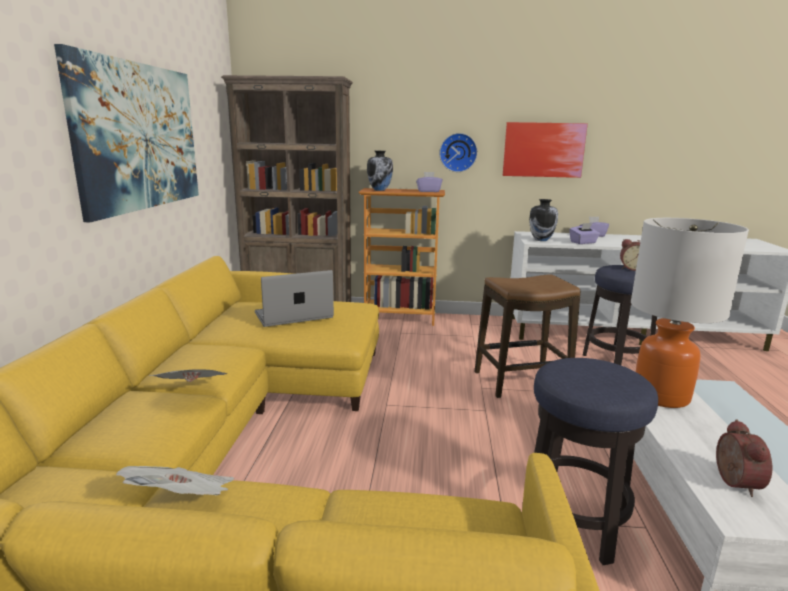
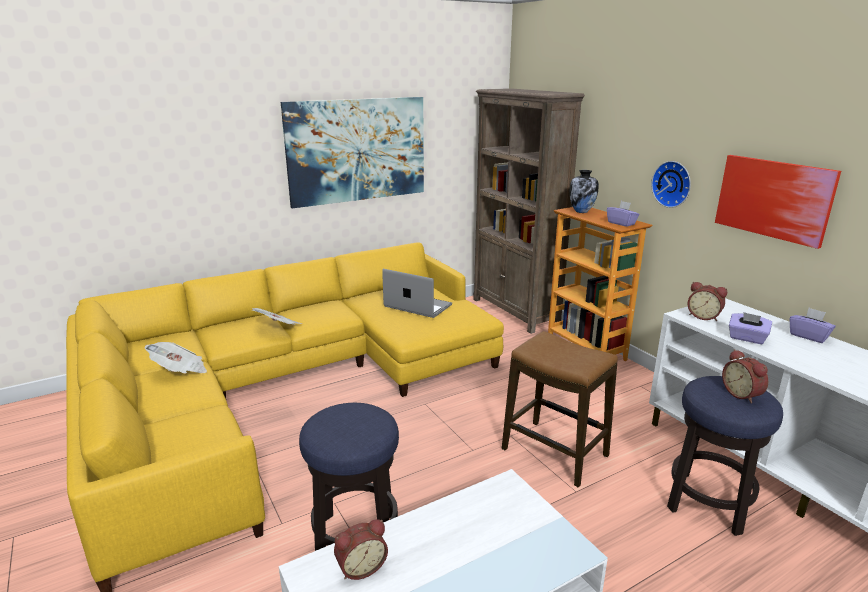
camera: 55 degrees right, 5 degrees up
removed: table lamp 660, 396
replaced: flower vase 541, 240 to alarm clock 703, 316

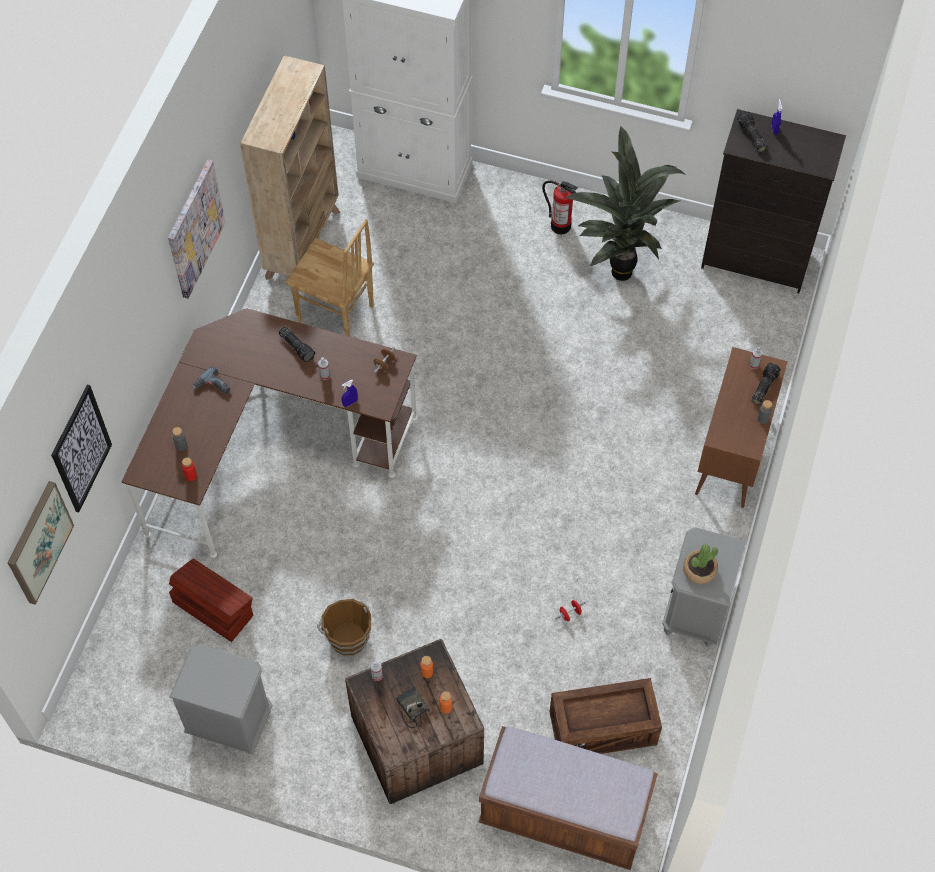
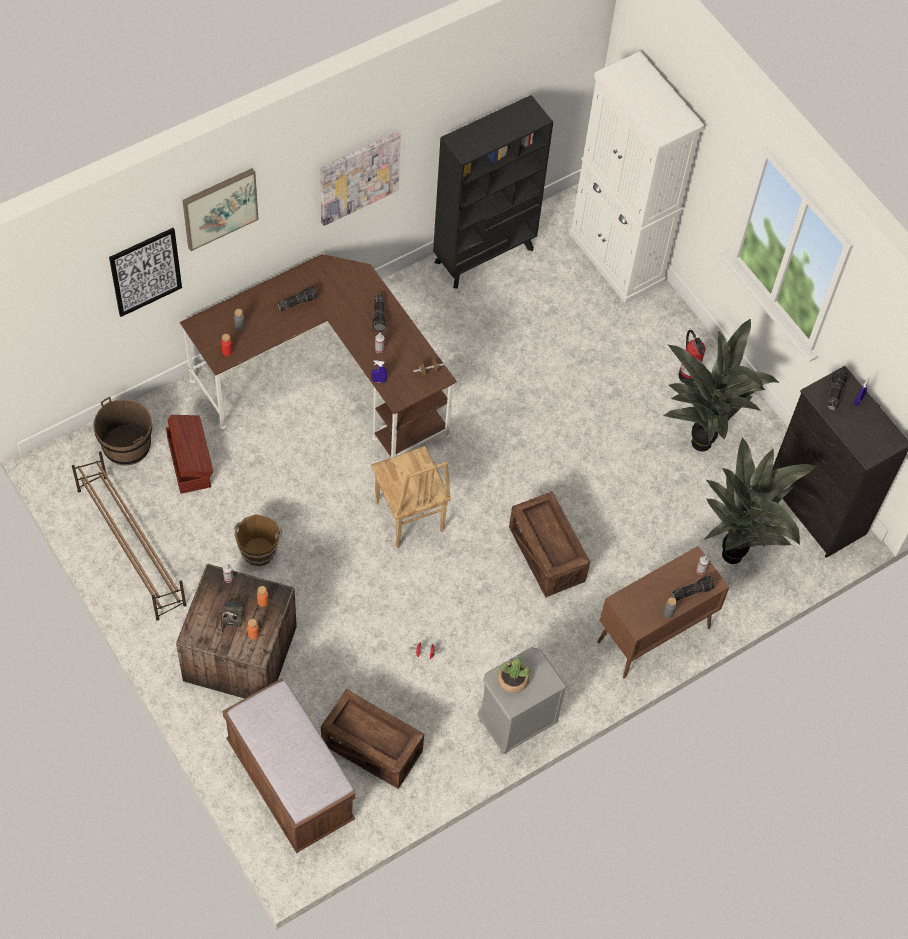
camera: 35 degrees right, 0 degrees up
added: bucket (brown-coloured) 126, 445; potted plant 736, 553; shipping crate 546, 554
moved: upright chair (brown-coloured) 335, 315 to 408, 517; picture 38, 542 to 219, 208
replaced: electric drill 212, 387 to hand torch 297, 302; night table (greyish) 230, 723 to shoe shelf (brown-coloured) 131, 546
recoloured: bookshelf (sand-coloured) 303, 243 to bookshelf (black) 485, 255

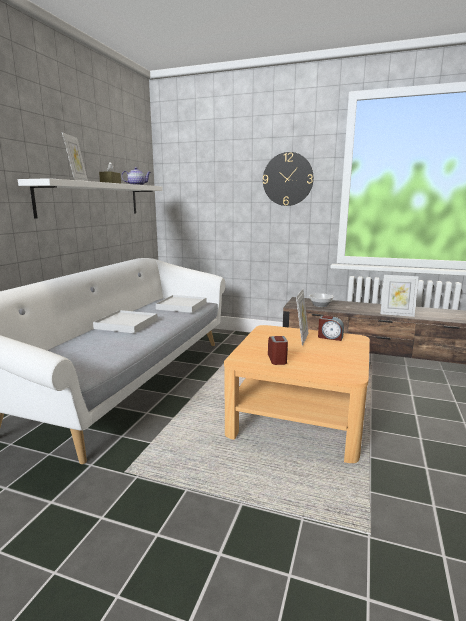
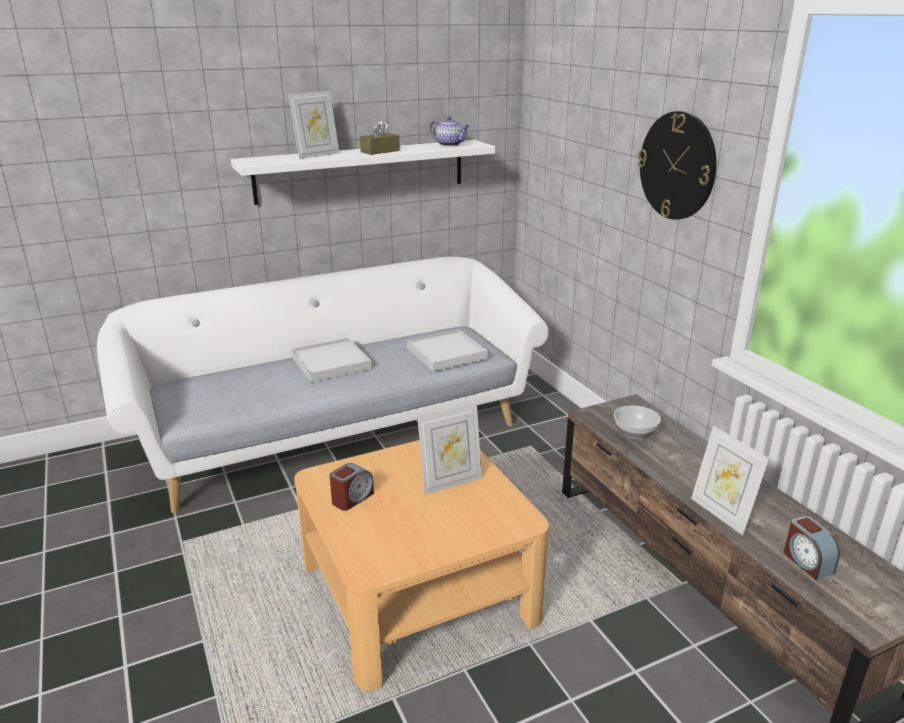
camera: 45 degrees right, 10 degrees up
moved: alarm clock 330, 337 to 807, 562

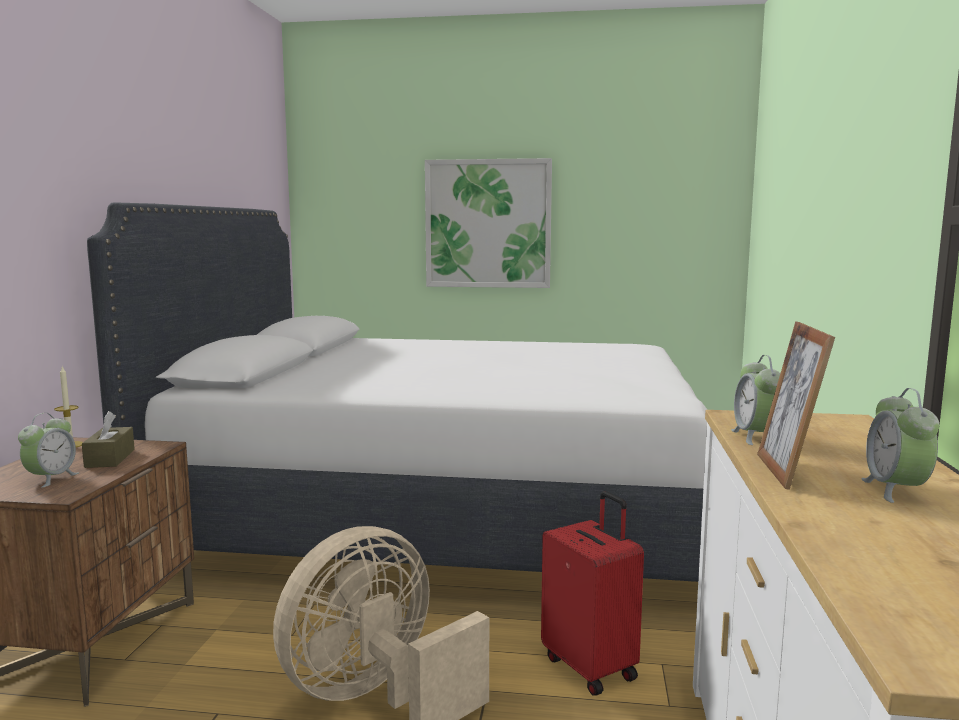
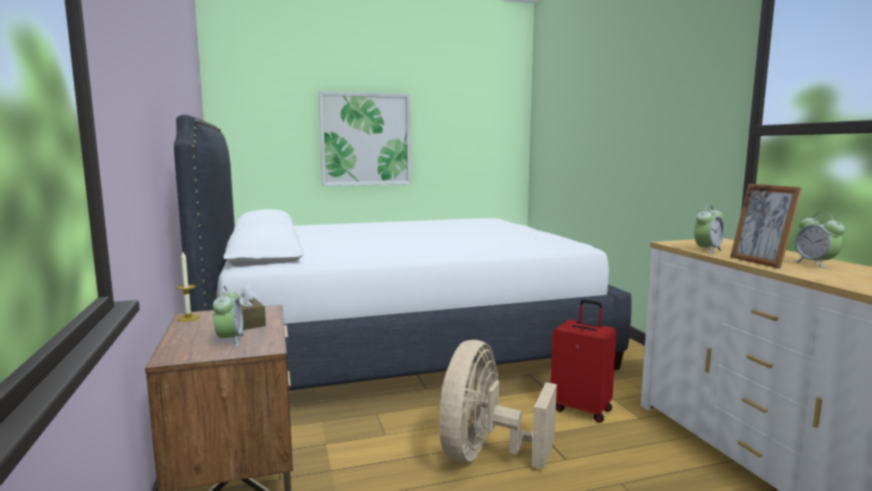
camera: 25 degrees left, 0 degrees up
turned: alarm clock 756, 437 = 707, 250 105 degrees counterclockwise

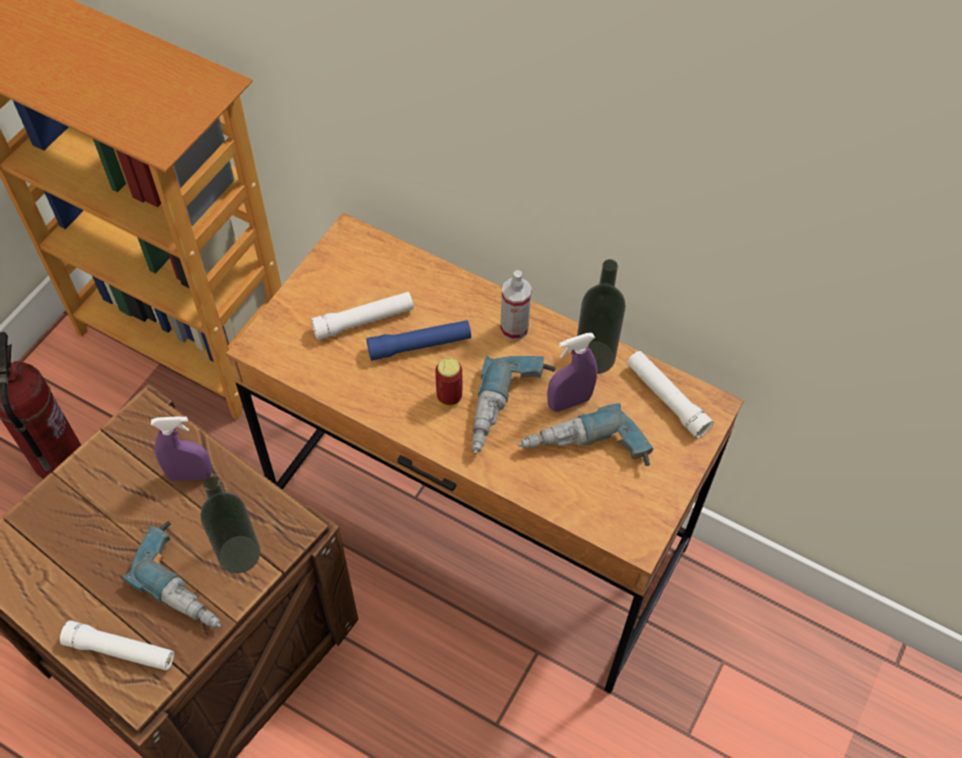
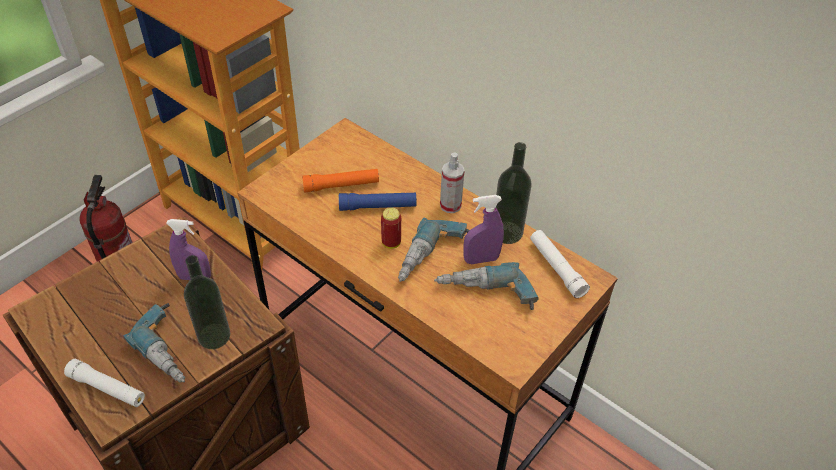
camera: 10 degrees right, 10 degrees down
recoloured: hand torch (white-coloured) 364, 321 to hand torch (orange-coloured) 341, 185

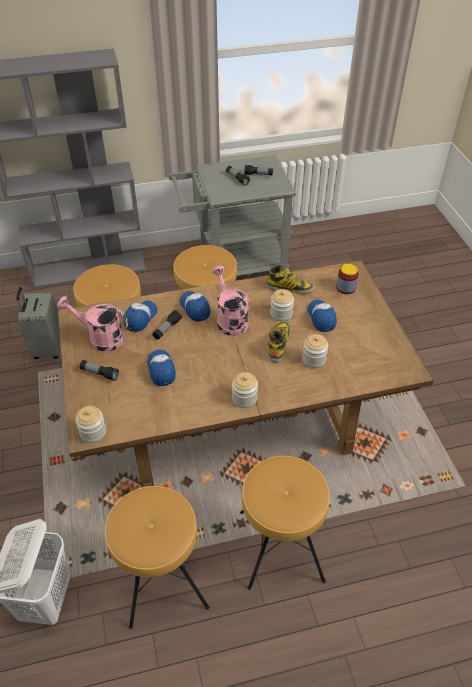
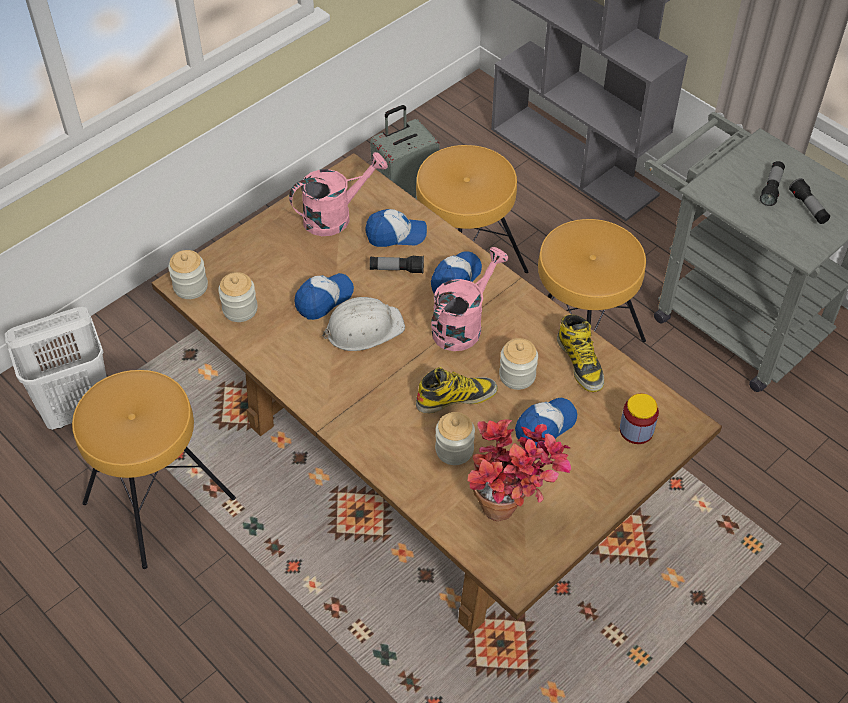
camera: 60 degrees right, 5 degrees up
removed: hand torch 99, 373; sitting stool (brown-coloured) 280, 546
added: work helmet (white-coloured) 363, 328; potted plant 511, 511
moved: jar 244, 398 to 240, 309
turned: watering pot (pink) 100, 338 = 335, 216 75 degrees clockwise

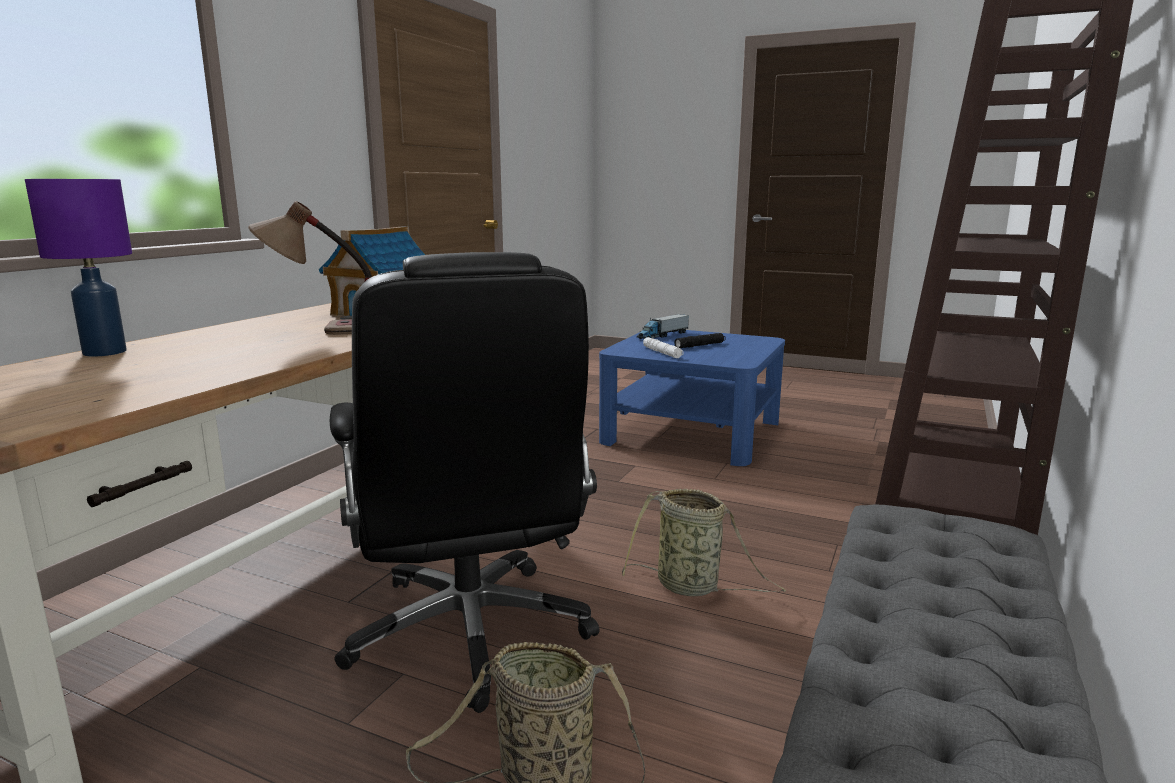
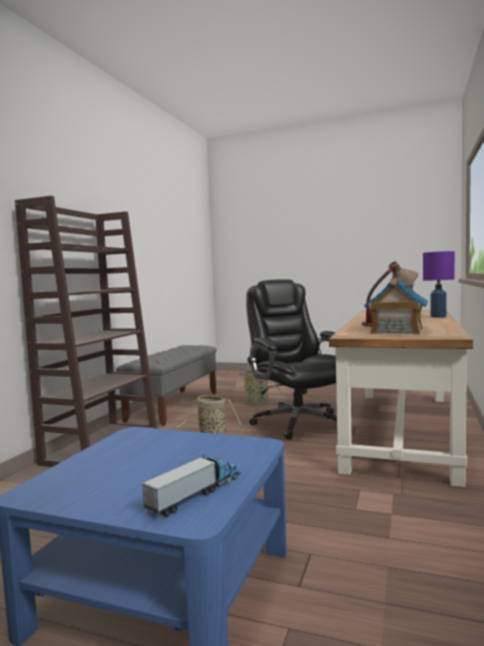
camera: 175 degrees right, 10 degrees down
removed: hand torch (black) 700, 345; hand torch (white-coloured) 662, 353

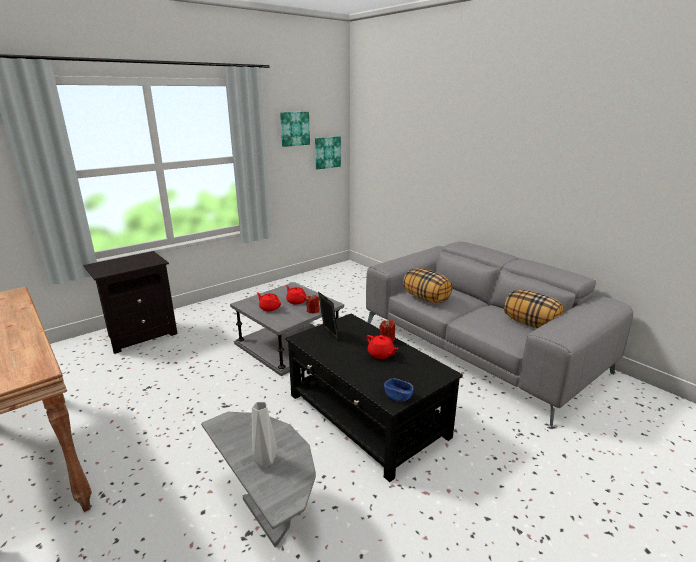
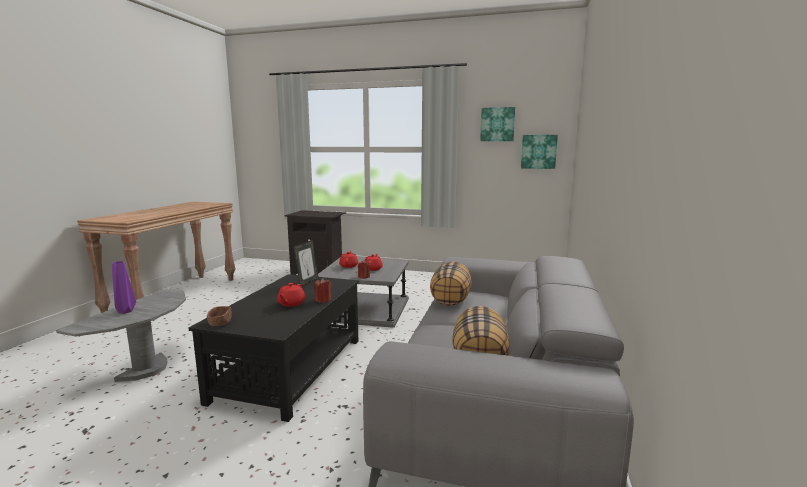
camera: 55 degrees right, 10 degrees down
recoloured: deep dish (bluish) 398, 396 to deep dish (brown-coloured) 220, 323; flower vase (greyish) 265, 460 to flower vase (purple) 126, 311

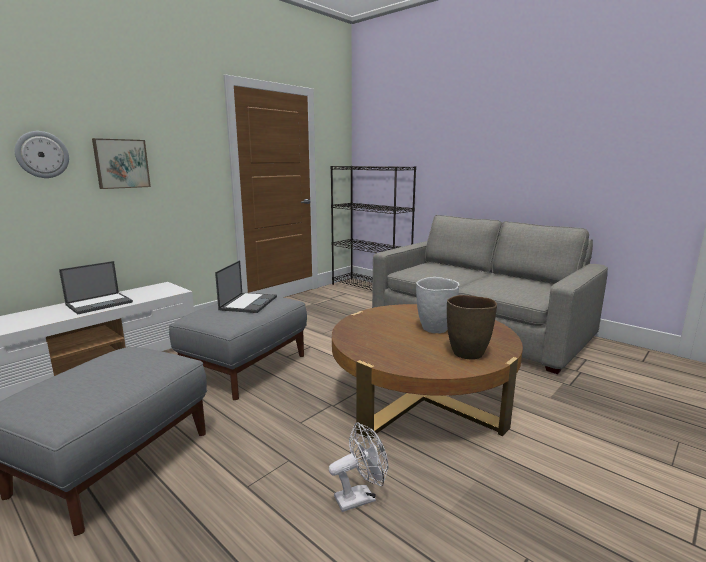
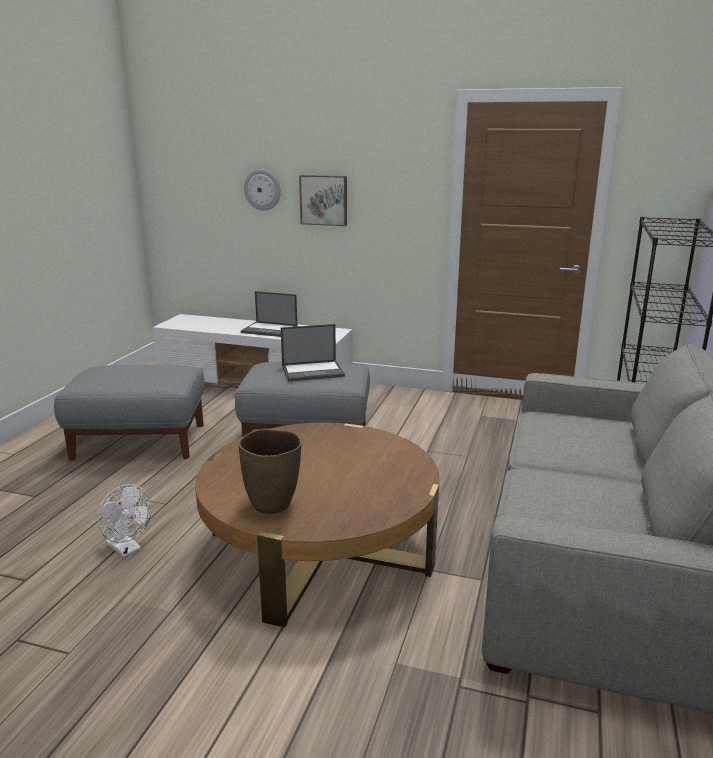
camera: 65 degrees right, 5 degrees up
removed: flower vase (white-coloured) 435, 329

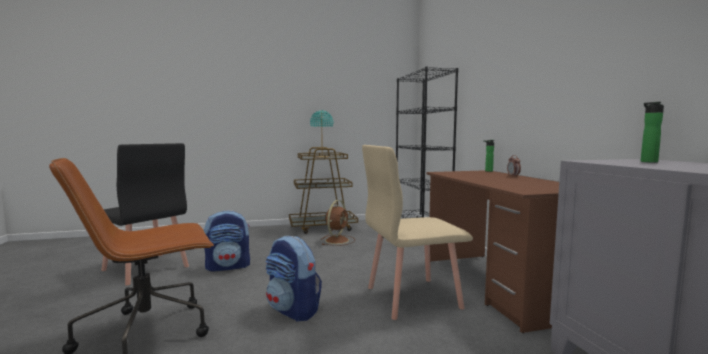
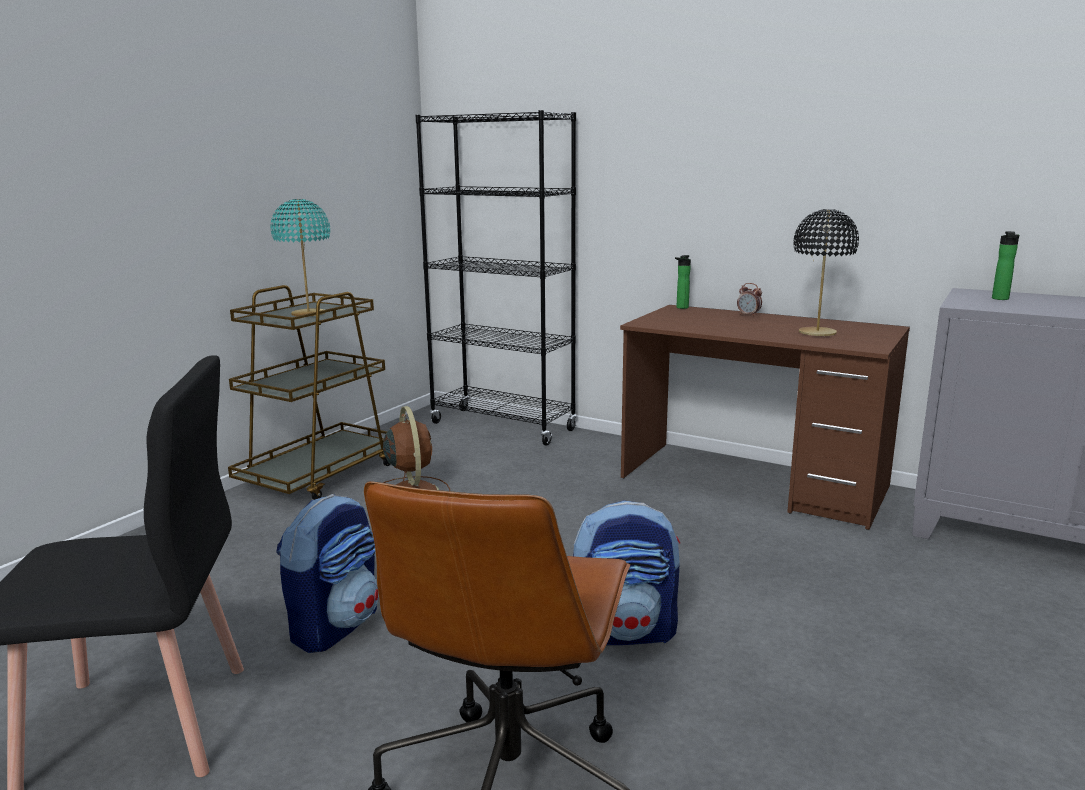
camera: 45 degrees left, 10 degrees up
removed: upright chair (sand-coloured) 411, 297
added: table lamp (black) 817, 333

